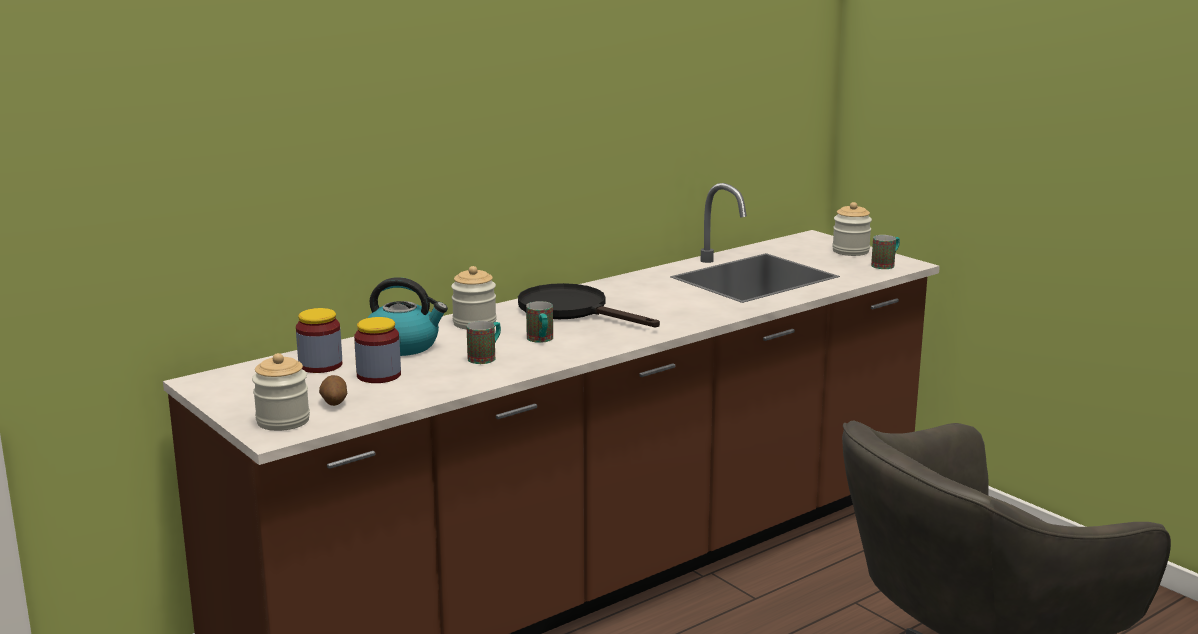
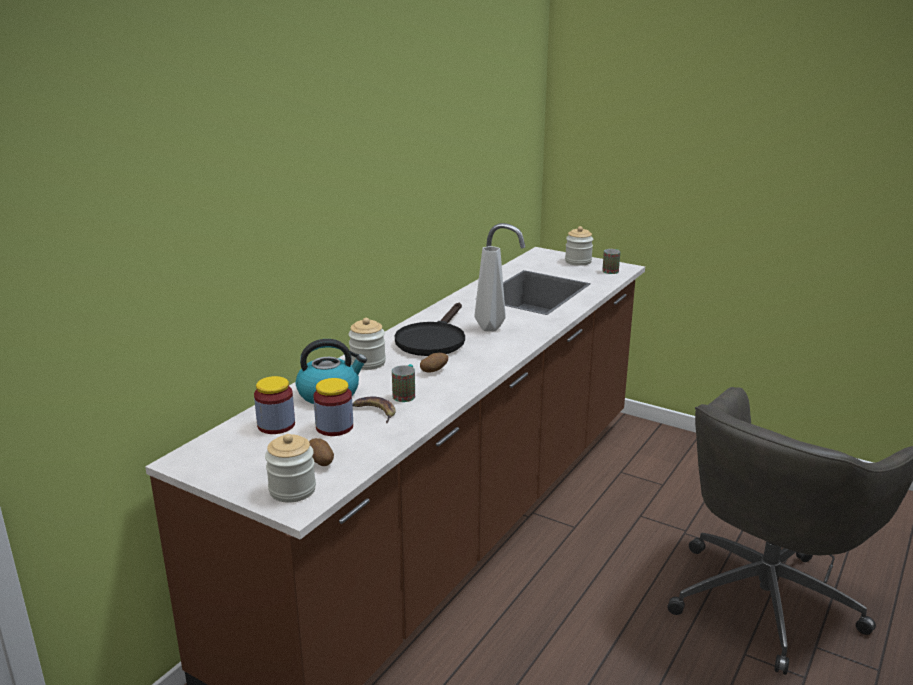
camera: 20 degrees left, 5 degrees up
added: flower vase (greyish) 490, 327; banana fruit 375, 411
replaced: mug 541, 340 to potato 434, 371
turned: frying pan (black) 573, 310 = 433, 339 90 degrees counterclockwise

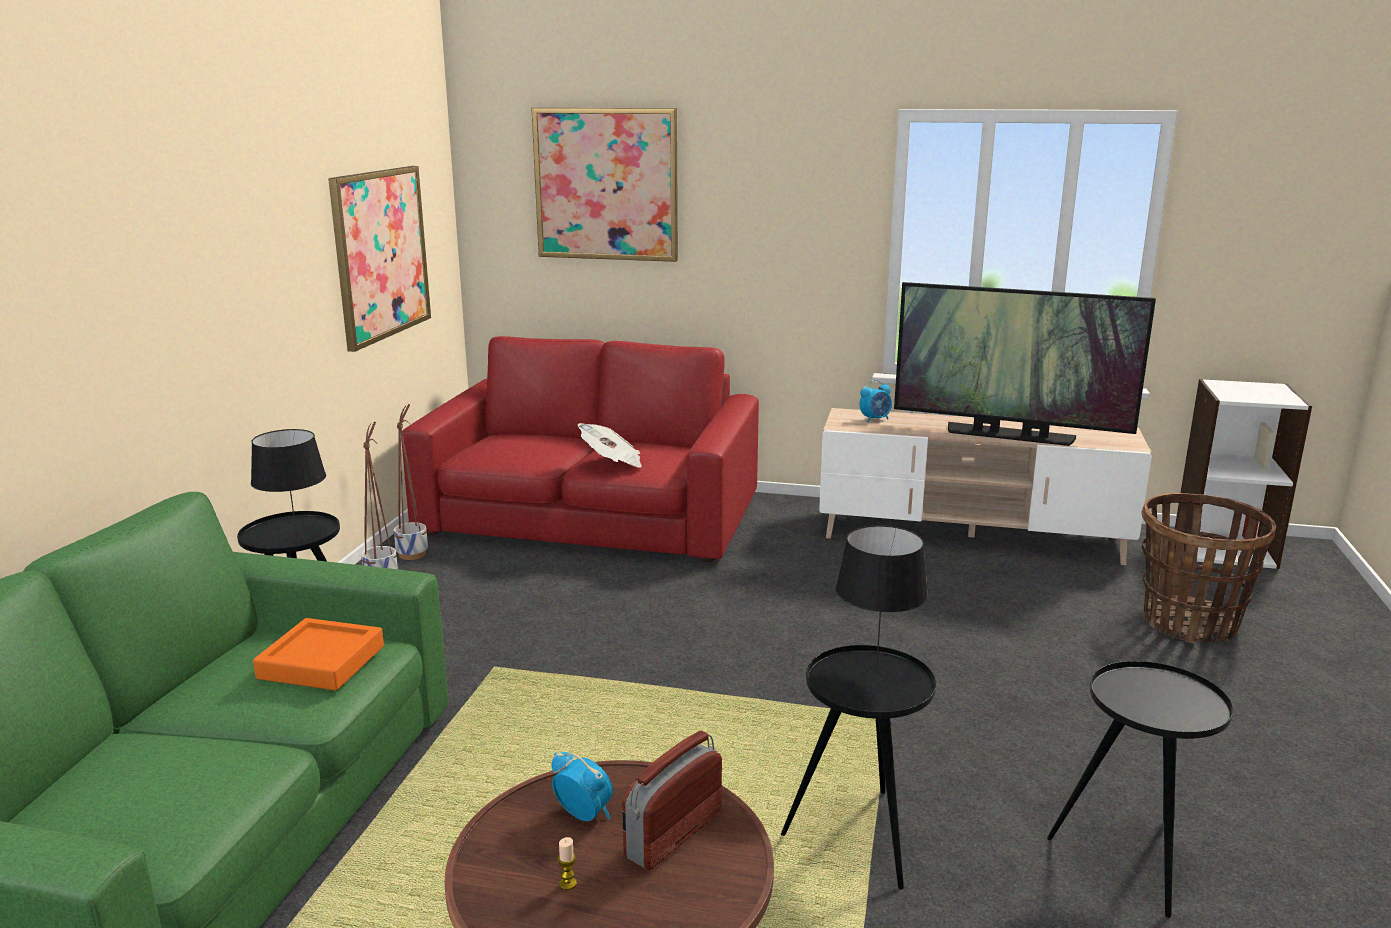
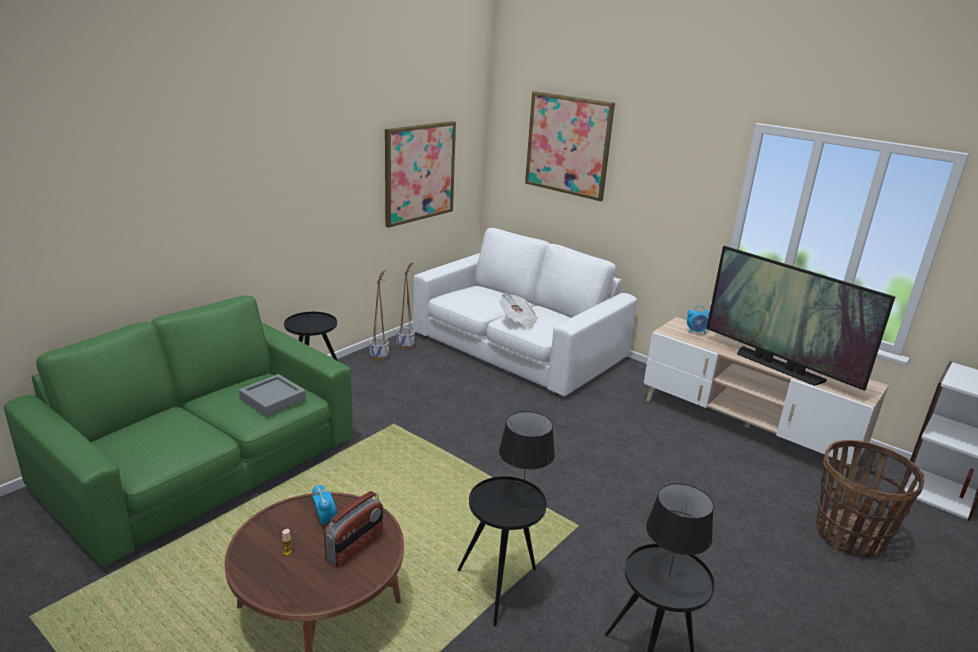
camera: 25 degrees right, 5 degrees up
moved: table lamp (black) 296, 538 to 668, 576
recoloured: sofa (reddish) 591, 516 to sofa (white-coloured) 517, 347; tray (orange-coloured) 321, 662 to tray (greyish) 273, 399
turned: radio 673, 834 = 355, 547 150 degrees clockwise

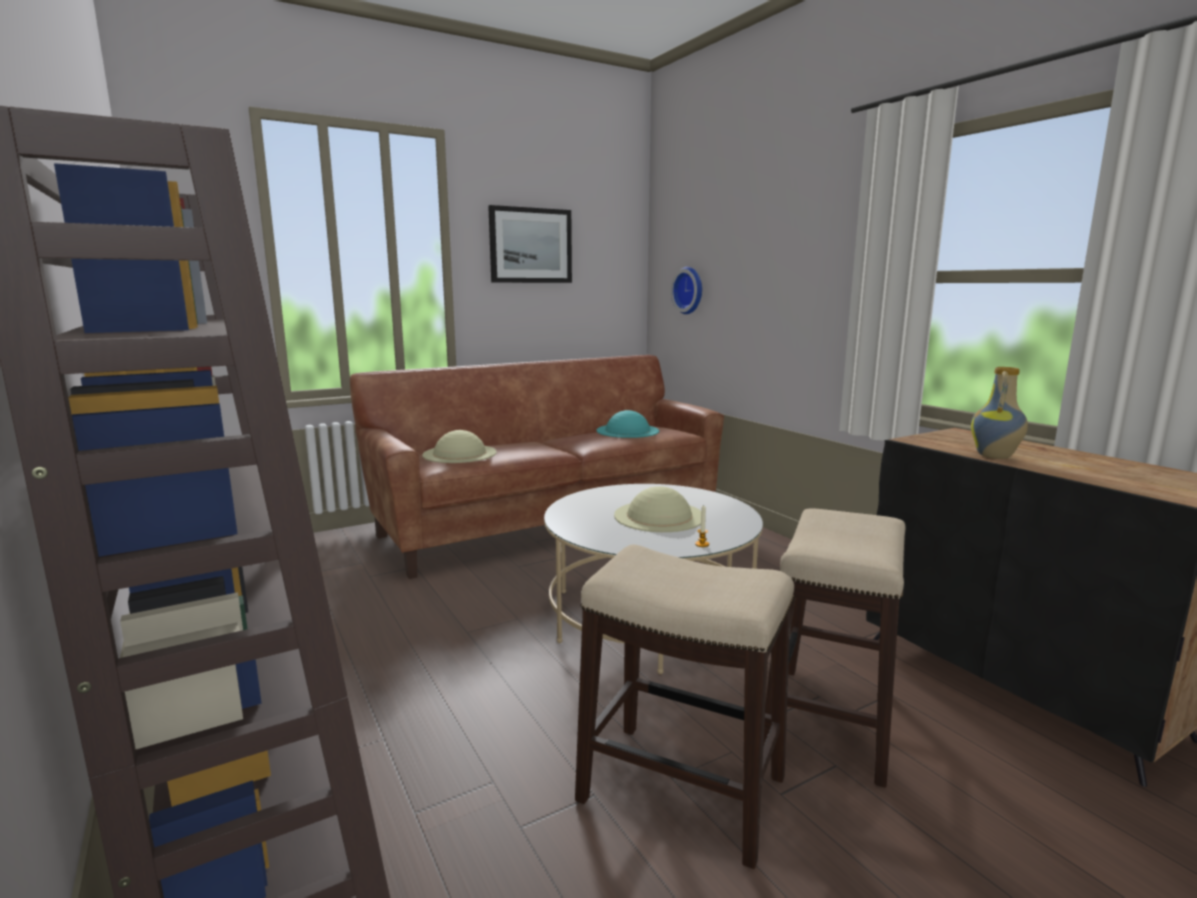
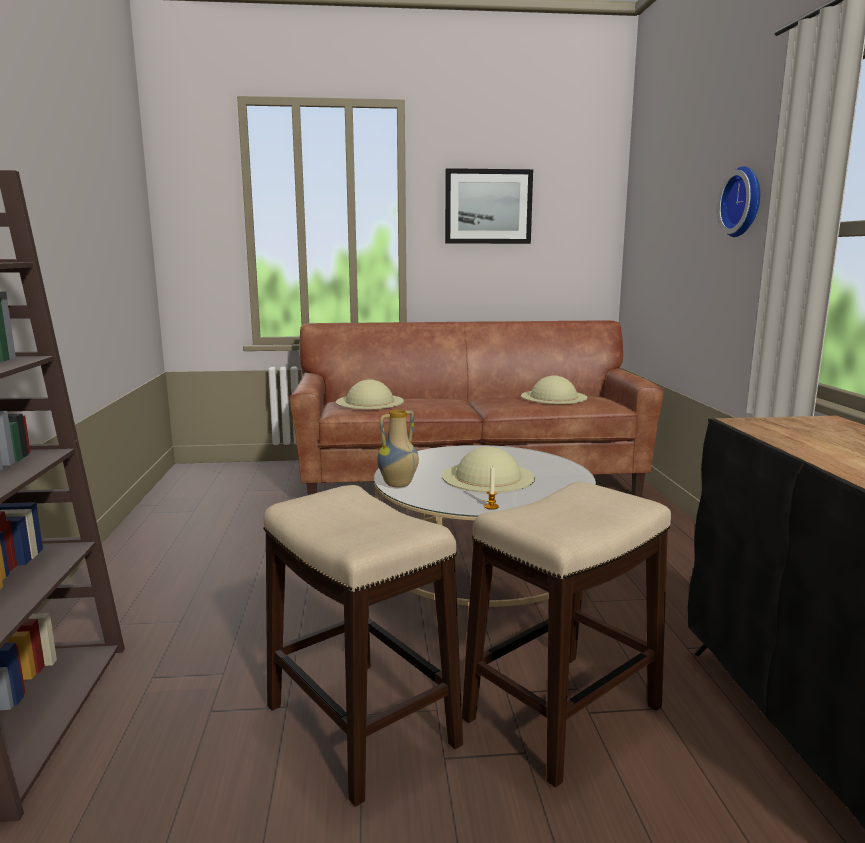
camera: 25 degrees right, 0 degrees up
moved: clock on the wall 690, 290 to 744, 202; flower vase 995, 456 to 398, 485
recoloured: clothing hat (blue-green) 627, 430 to clothing hat (sand-coloured) 554, 397

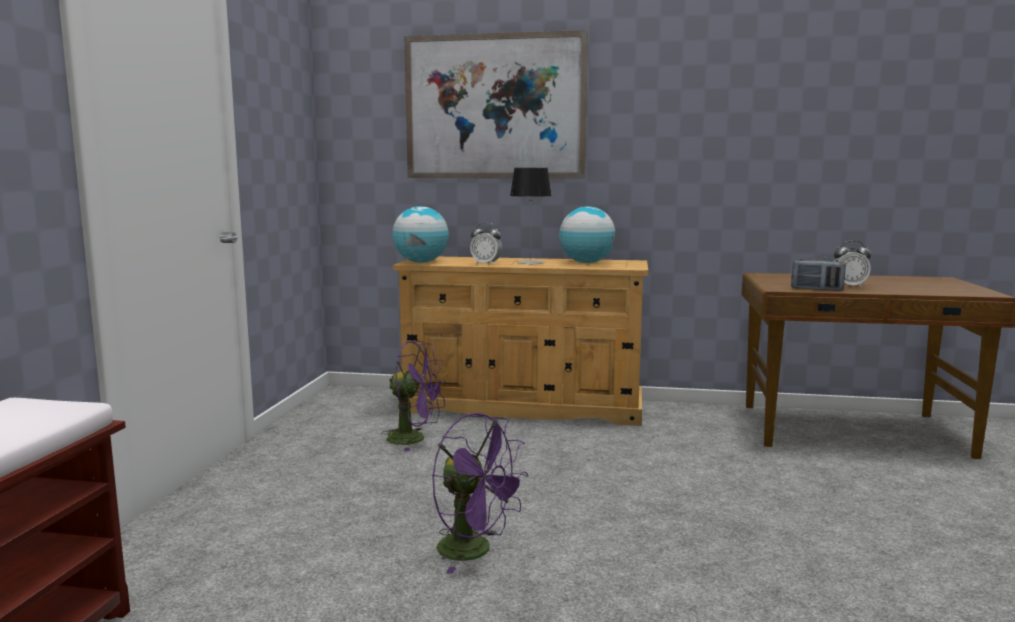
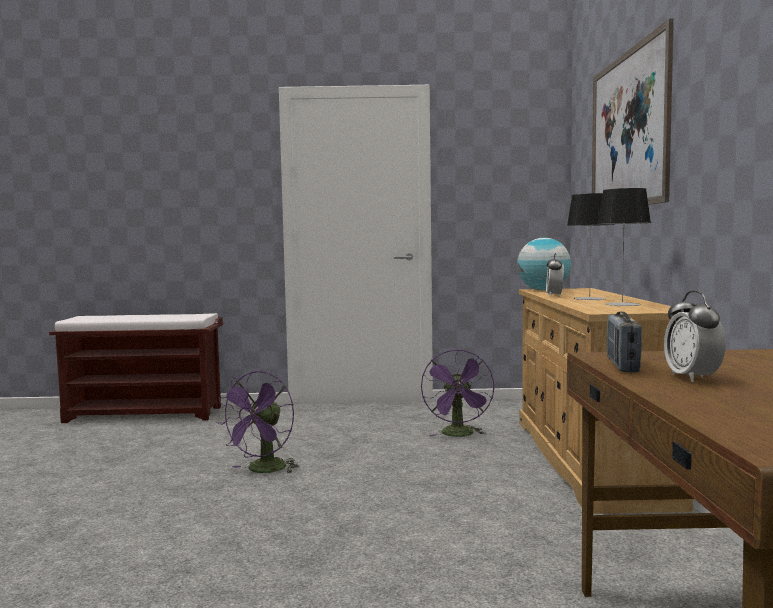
camera: 80 degrees right, 5 degrees down
replaced: desk globe 586, 262 to table lamp 622, 304

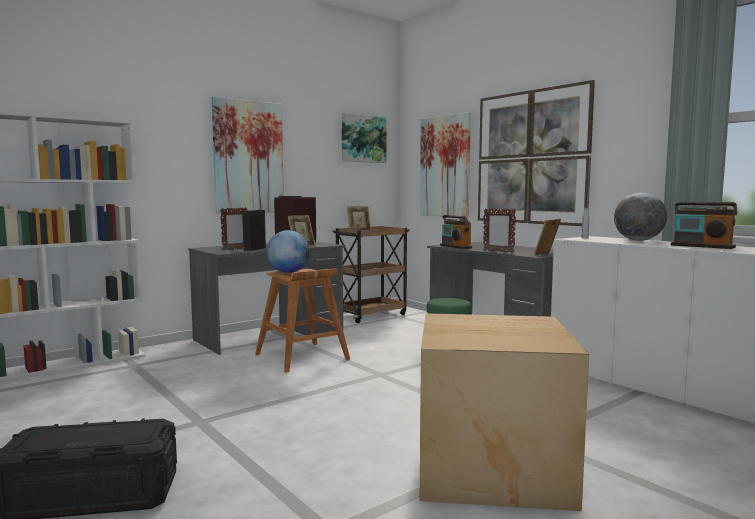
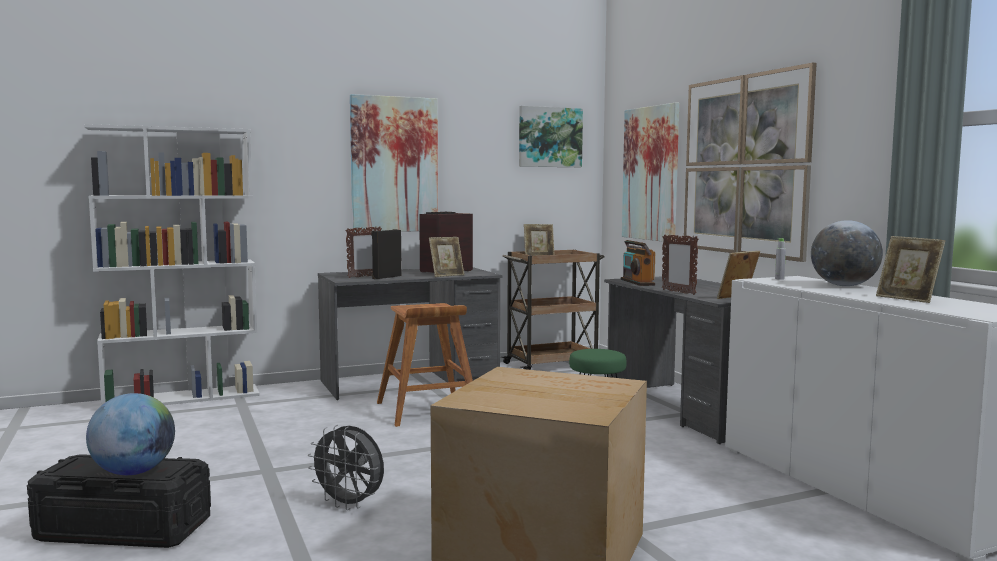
camera: 15 degrees right, 0 degrees up
added: fan (greyish) 350, 505
moved: desk globe 288, 272 to 133, 472
replaced: radio 702, 246 to standing frame 907, 299

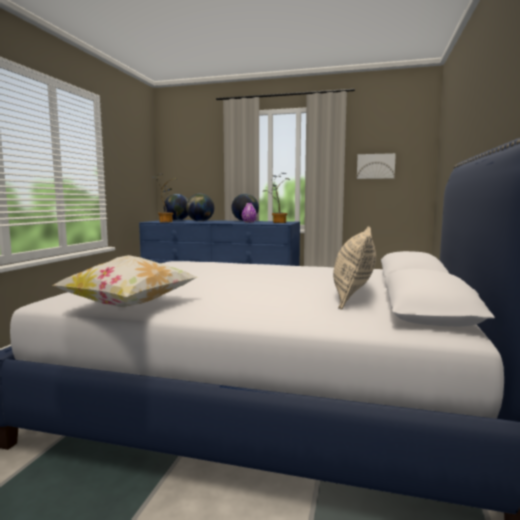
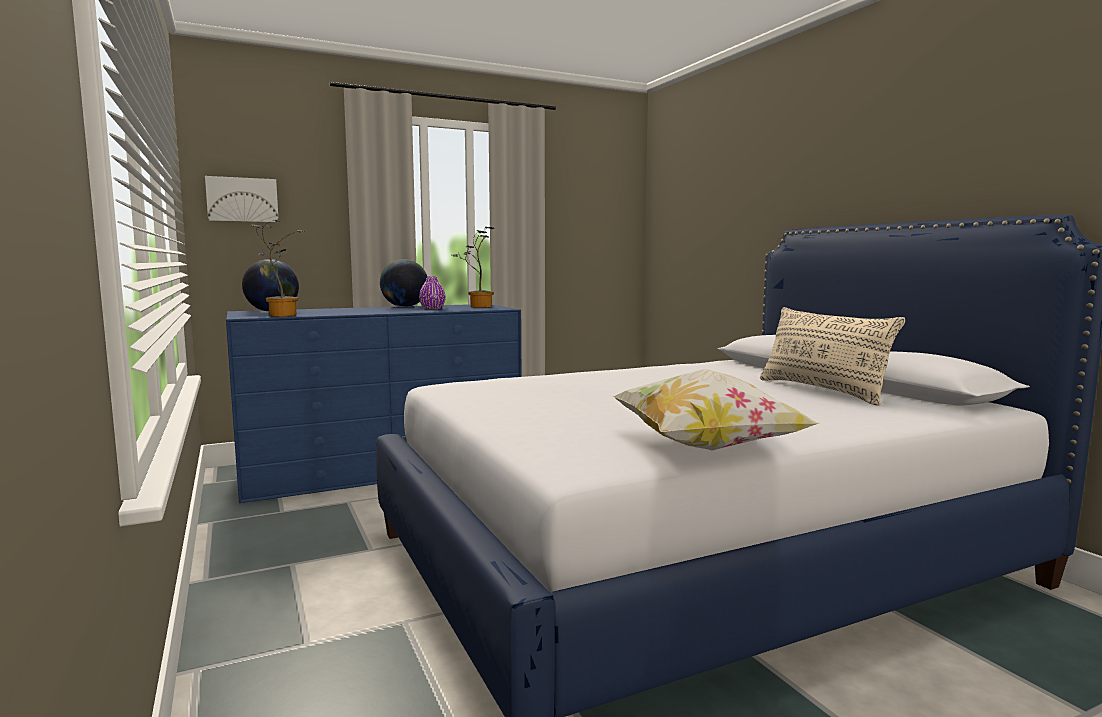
camera: 40 degrees left, 0 degrees up
removed: desk globe 200, 221
moved: picture 375, 166 to 242, 199

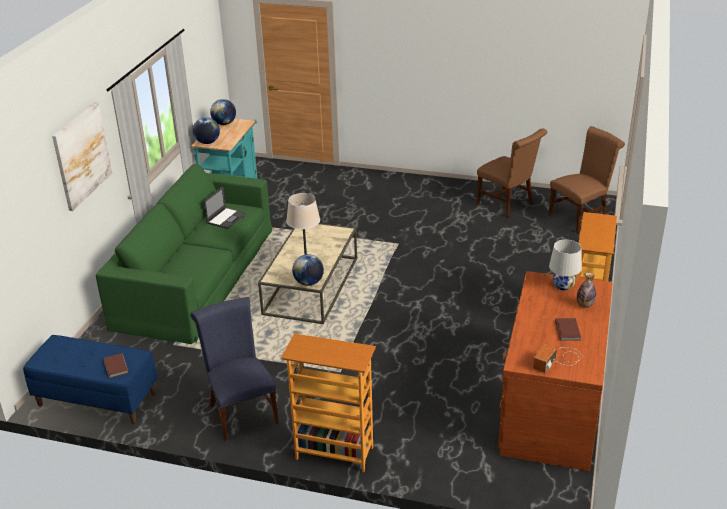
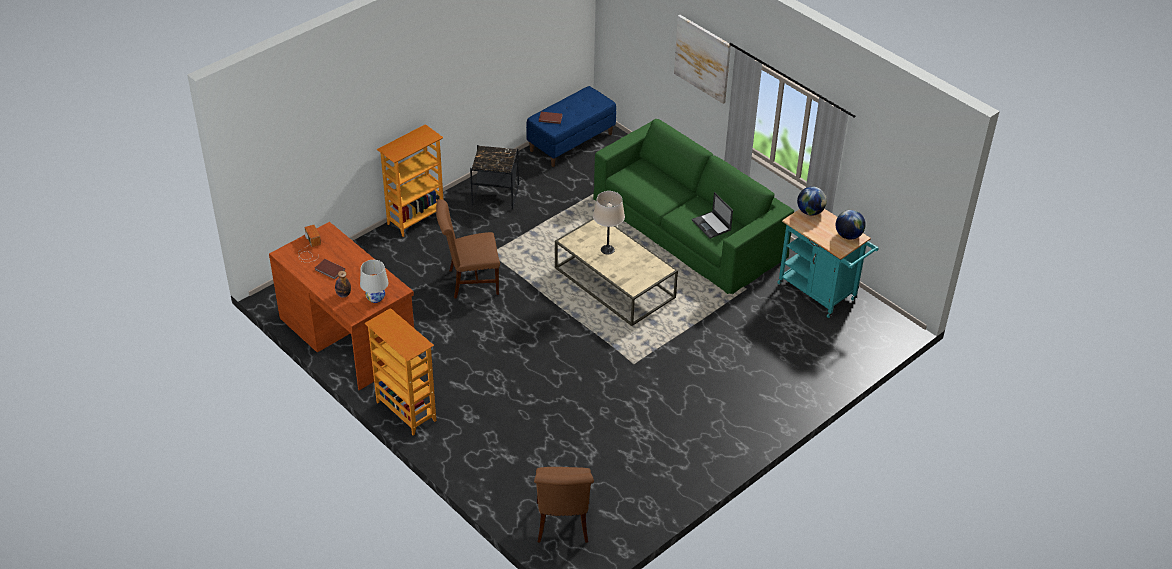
camera: 120 degrees right, 10 degrees up
removed: desk globe 308, 282
moved: upright chair (brown-coloured) 508, 205 to 469, 282
replaced: upright chair (bluish) 241, 411 to end table (black) 496, 195

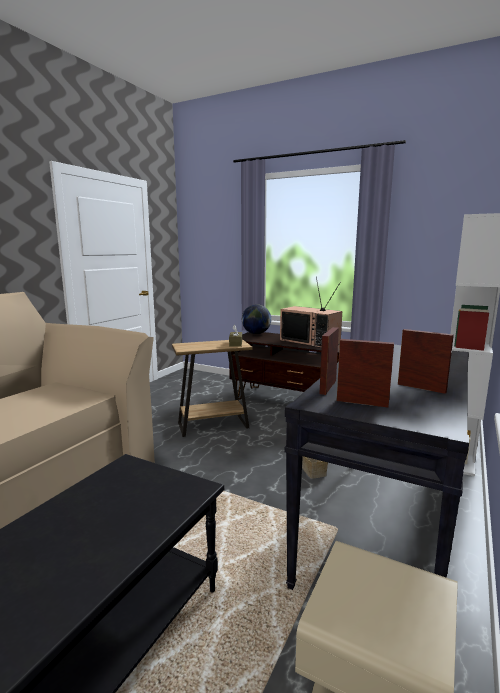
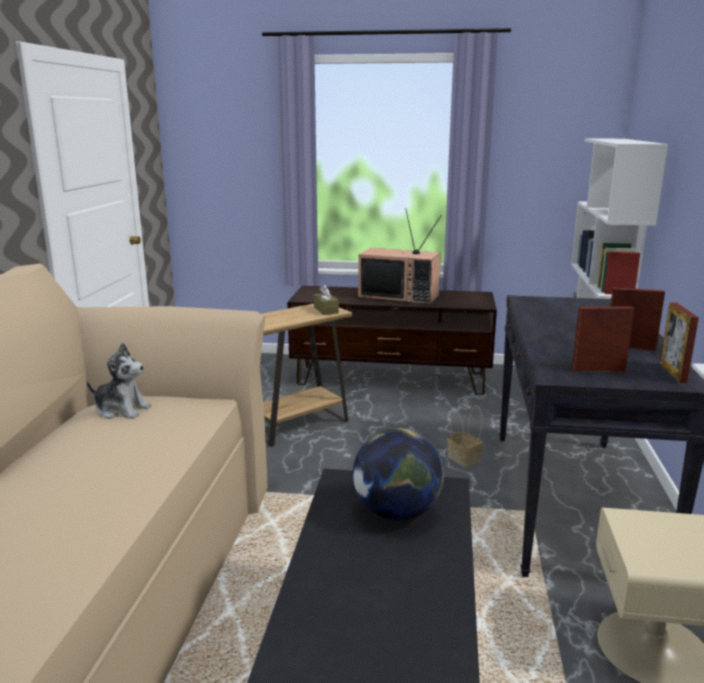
camera: 20 degrees left, 5 degrees up
added: cuddly toy 121, 410
moved: desk globe 256, 333 to 397, 513; standing frame 328, 387 to 673, 373

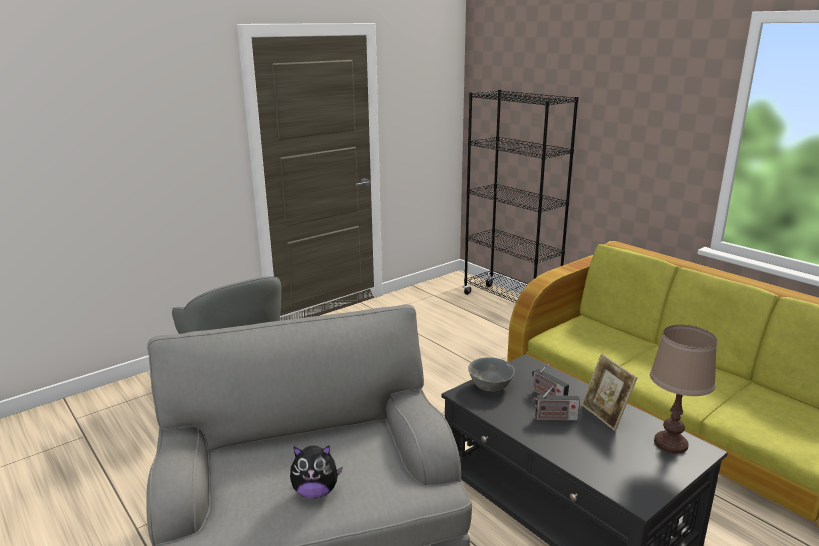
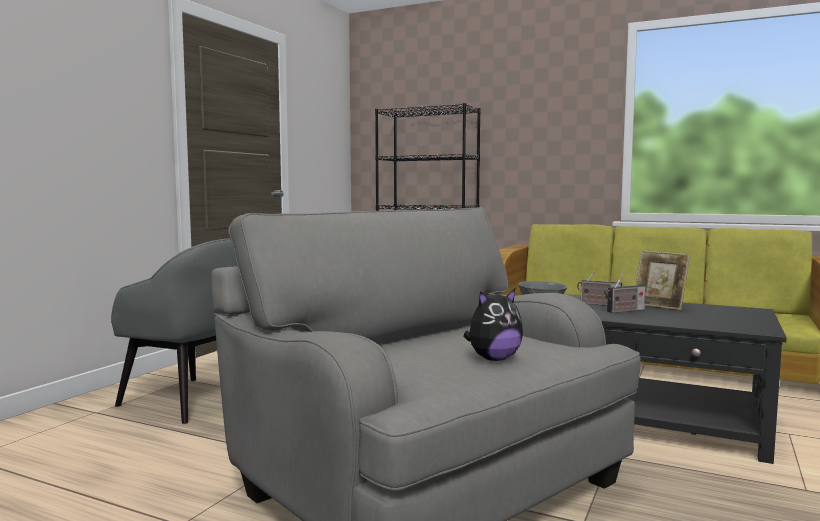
camera: 25 degrees left, 15 degrees down
removed: table lamp (brown-coloured) 670, 443

